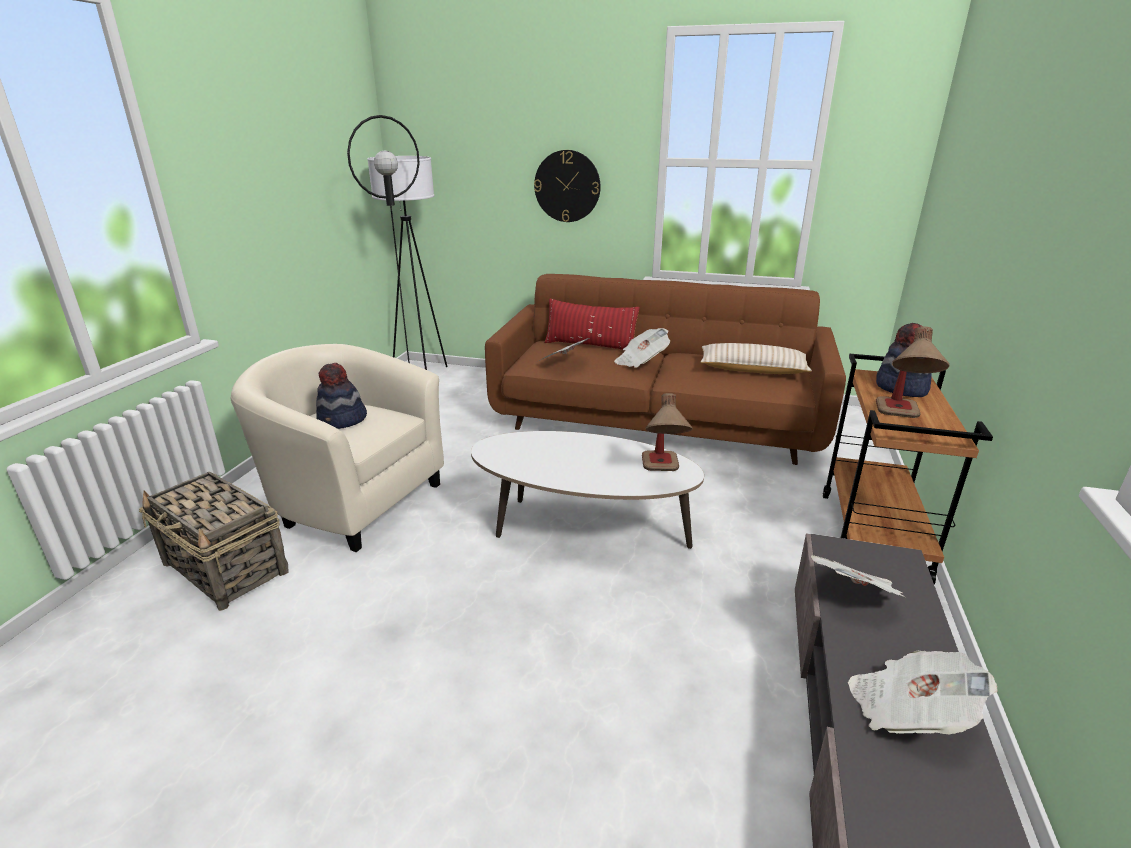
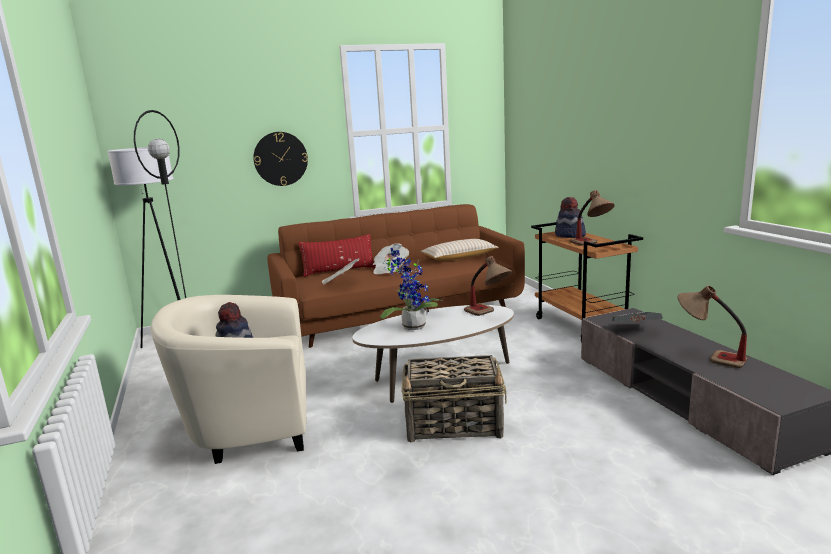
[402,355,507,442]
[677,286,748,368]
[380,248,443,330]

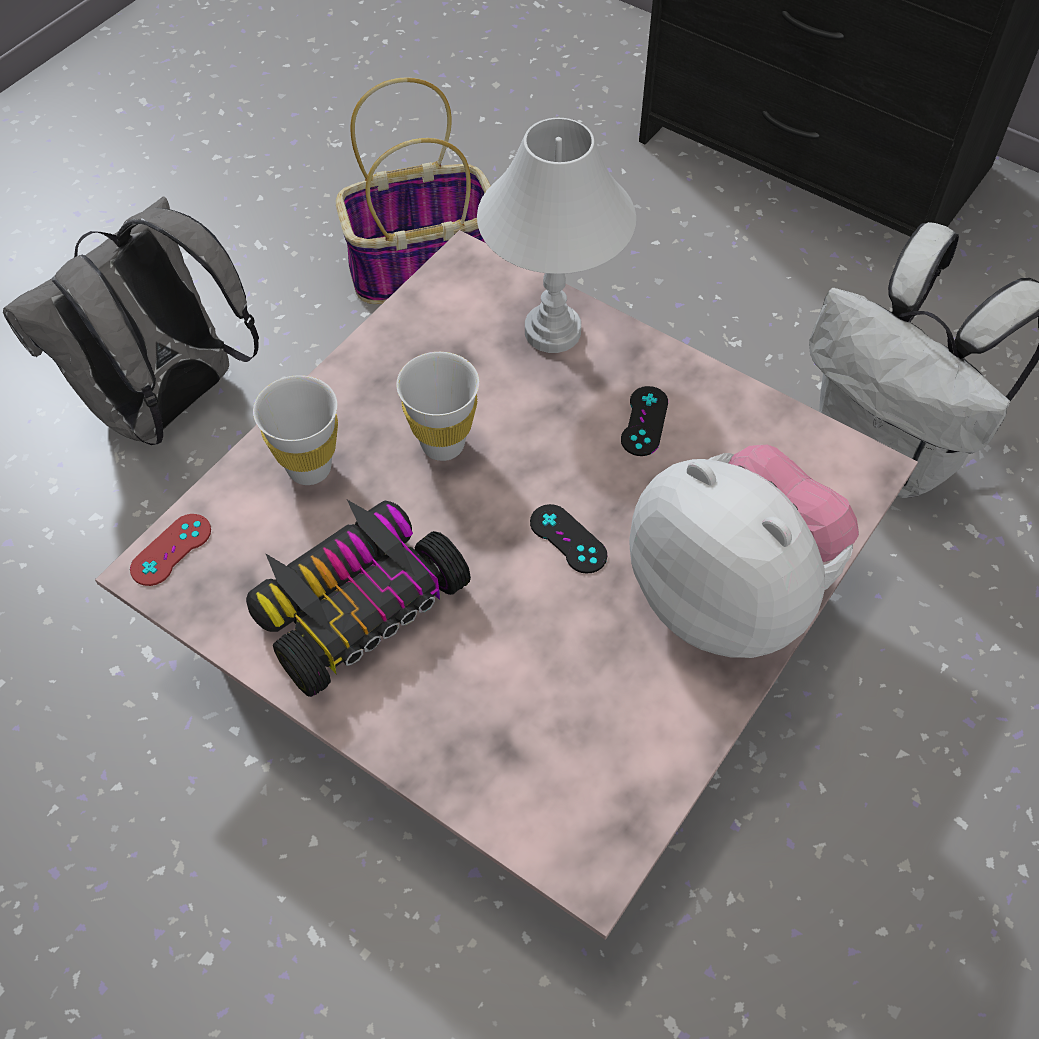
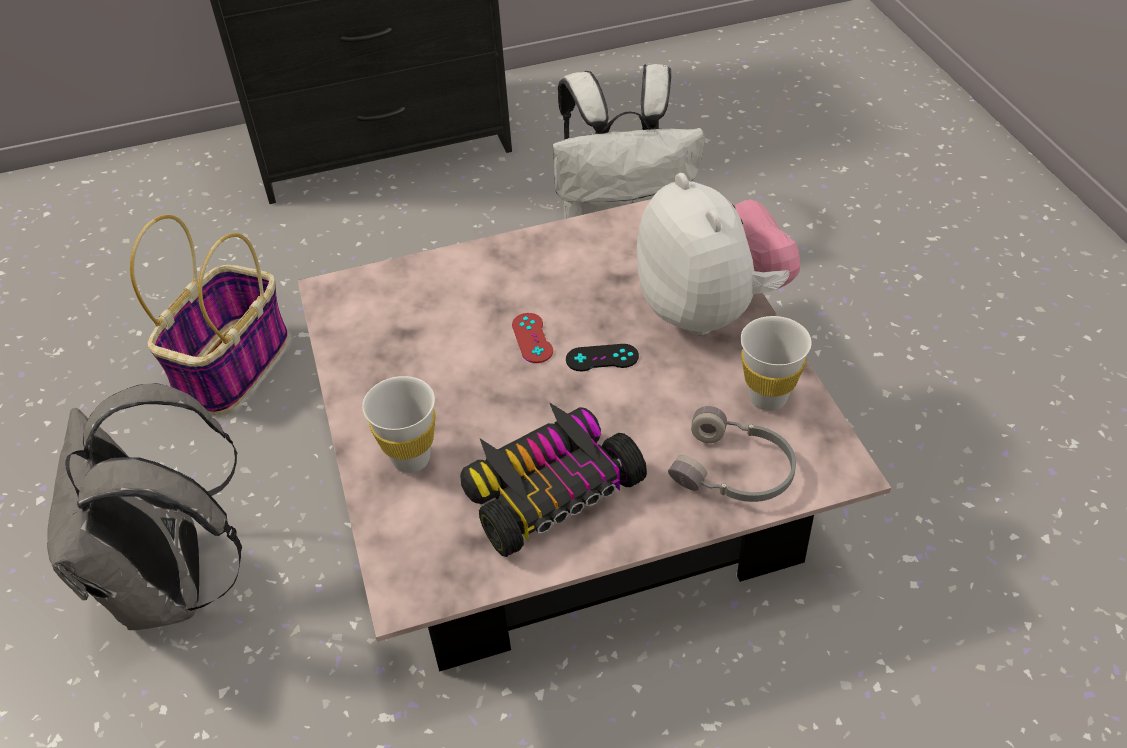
[477,118,636,353] (first image)
[740,316,812,411]
[621,386,668,456] (first image)
[637,173,800,335]
[460,402,647,557]
[512,313,553,363]
[668,406,796,502]

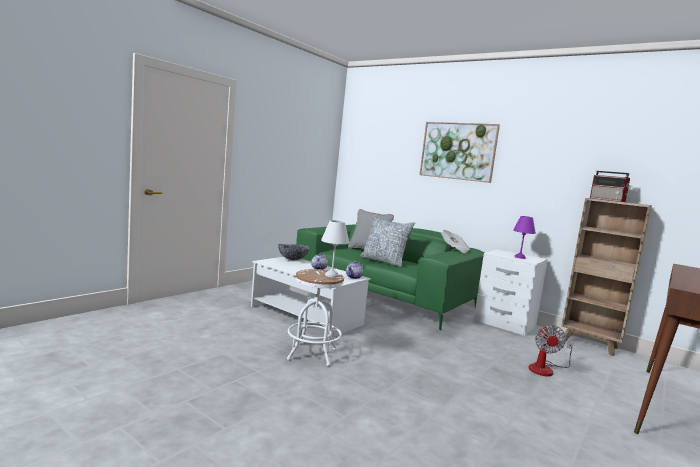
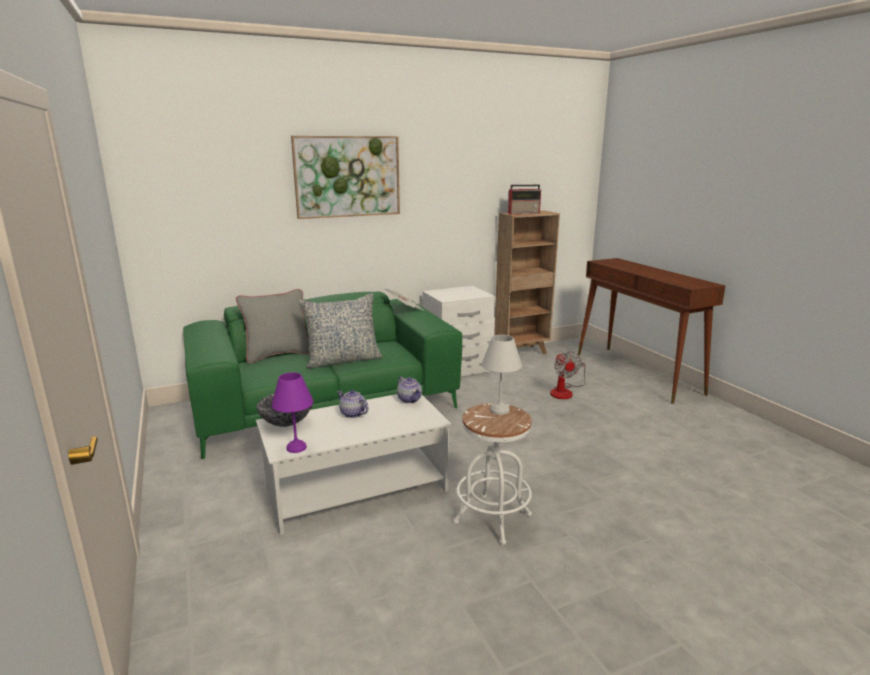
[272,372,313,453]
[550,351,586,399]

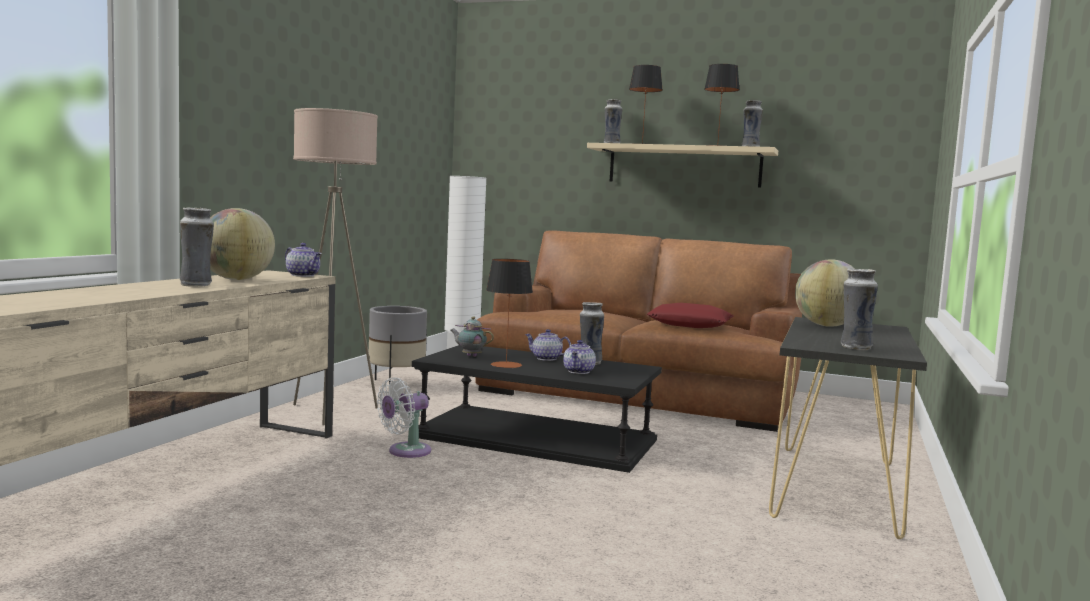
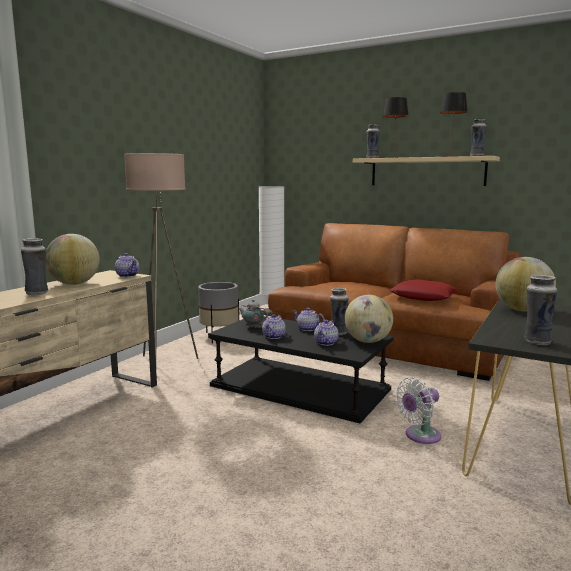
[262,314,286,339]
[395,377,441,444]
[345,295,393,343]

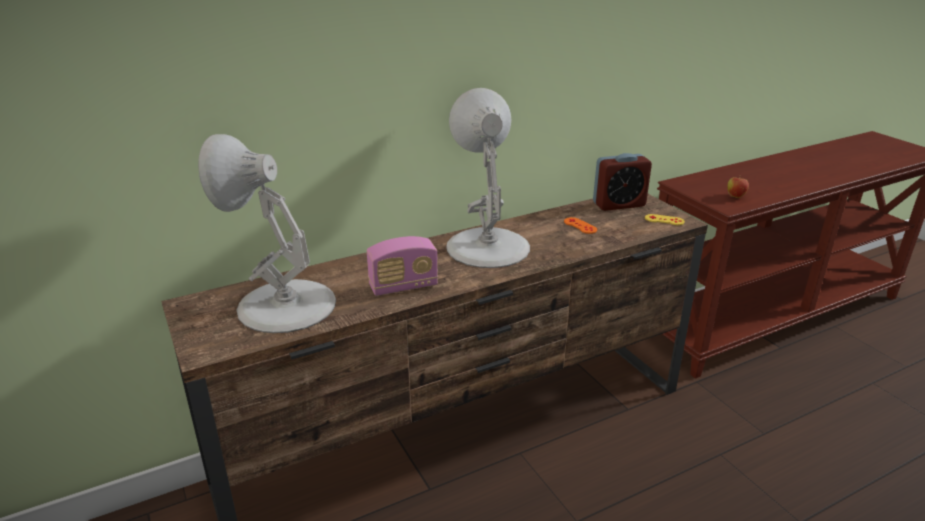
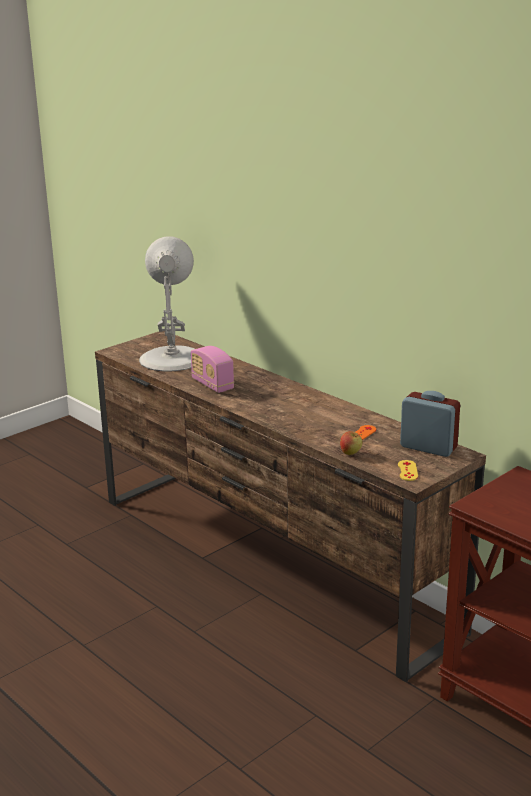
[446,88,530,268] (first image)
[400,391,460,457]
[340,431,362,455]

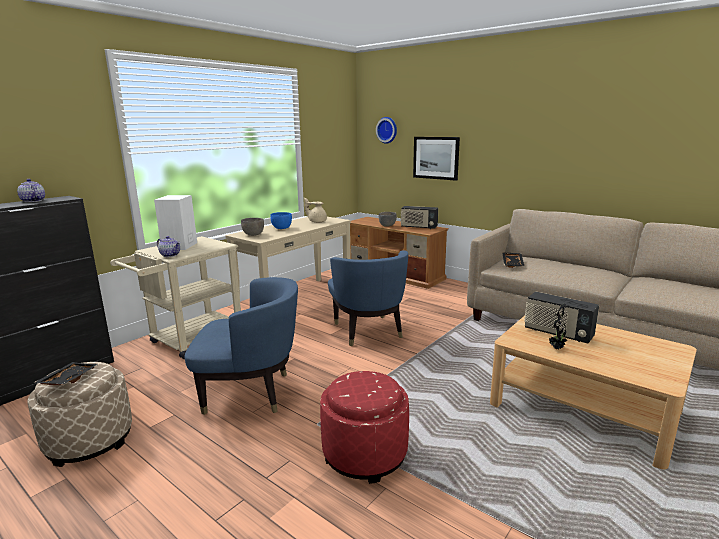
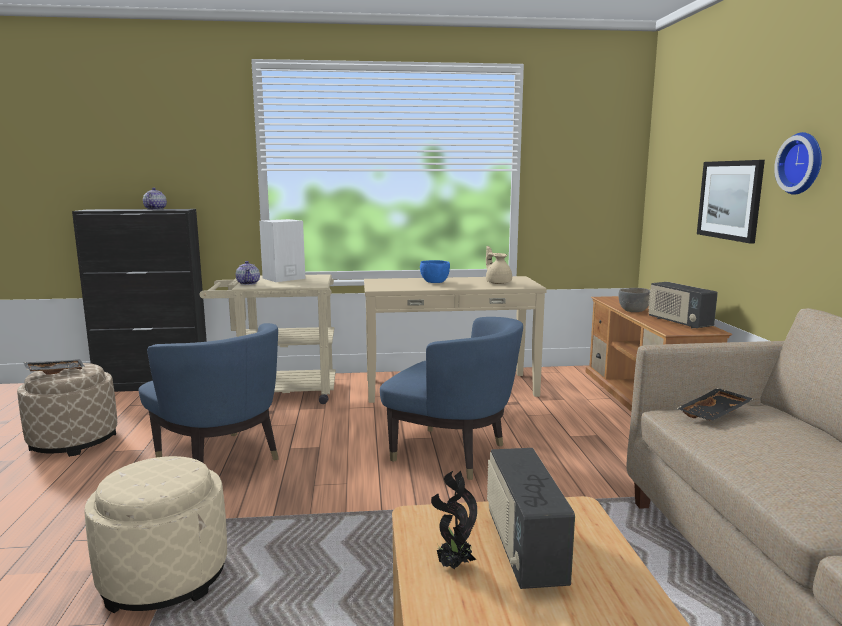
[774,132,822,195]
[241,218,264,236] (first image)
[380,317,523,480]
[84,456,227,613]

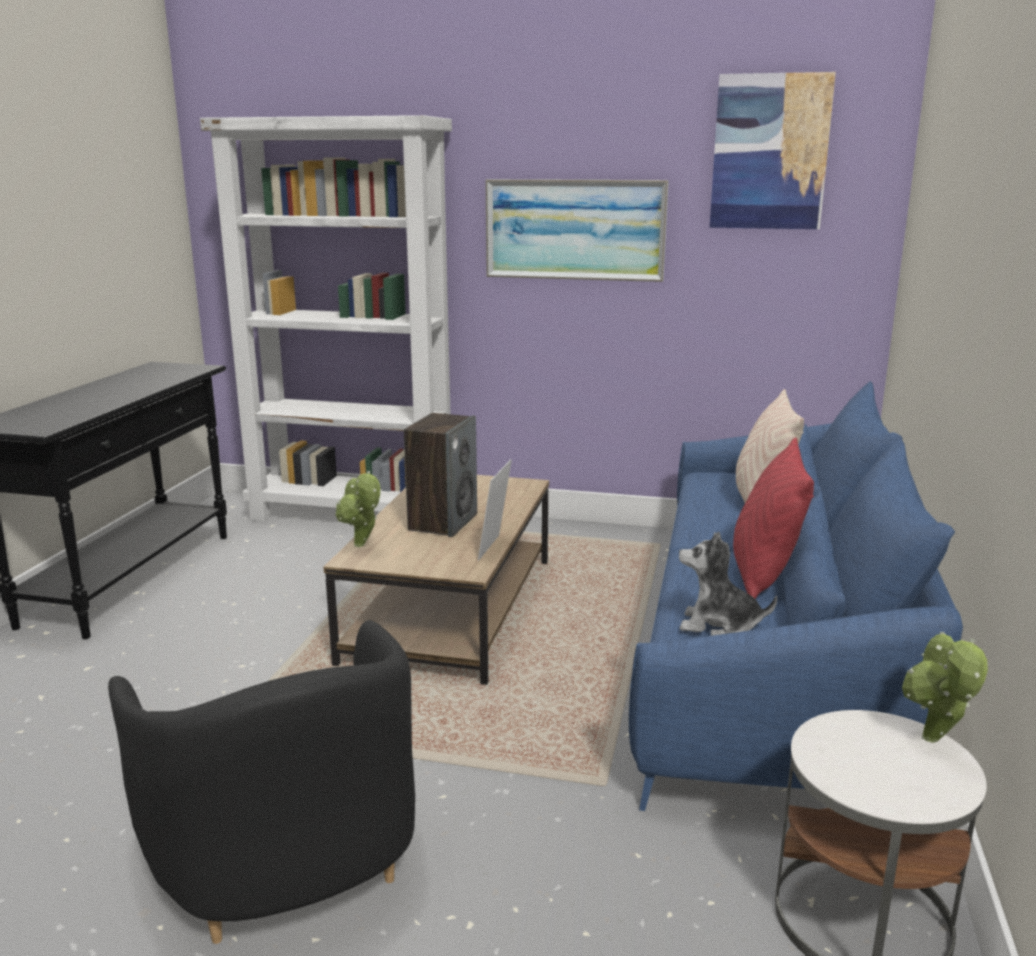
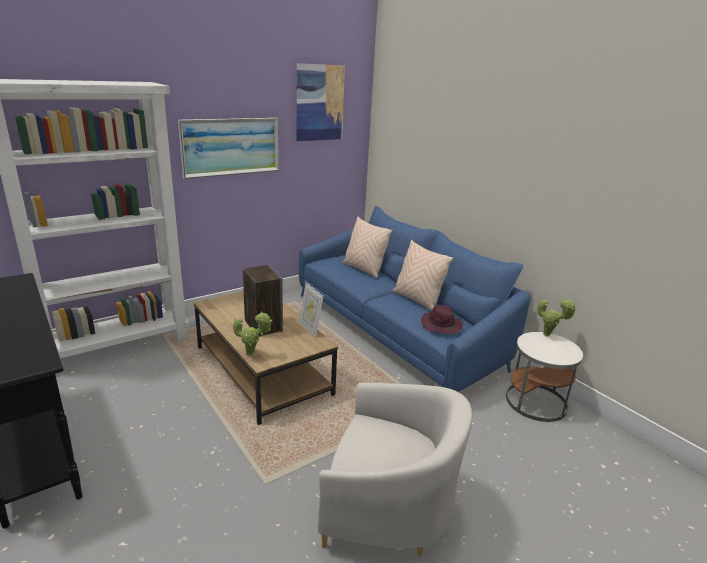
[393,240,453,311]
[421,305,463,334]
[318,383,473,556]

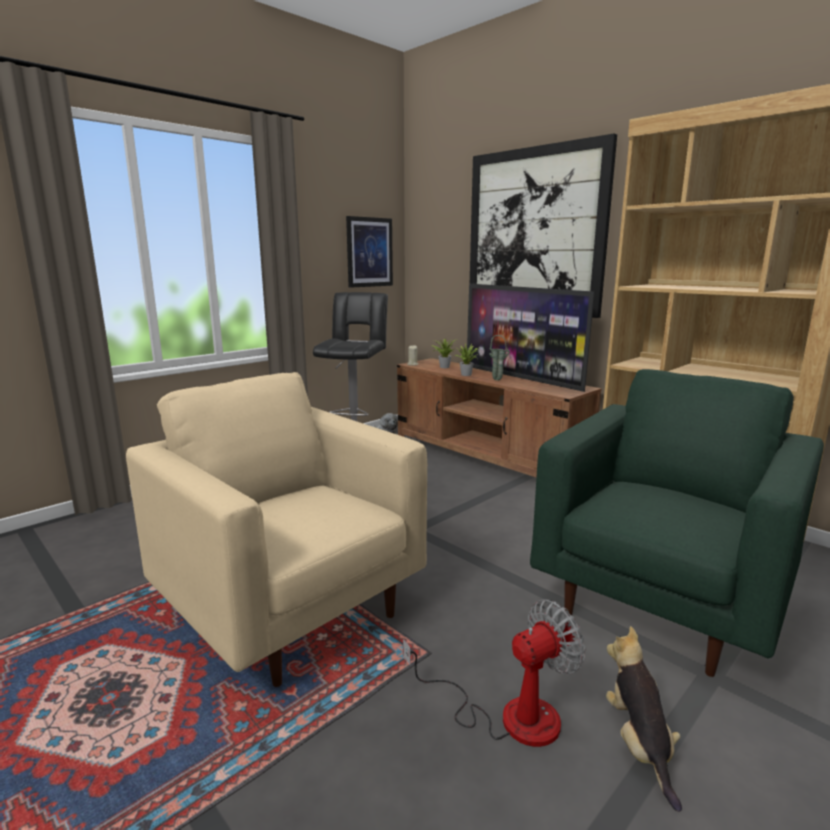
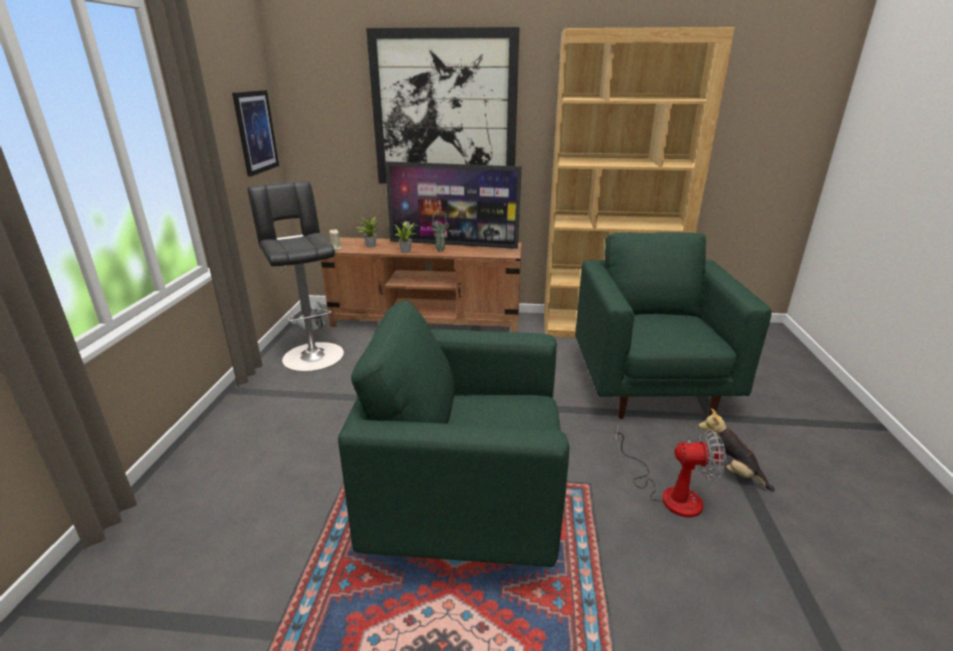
[338,301,569,567]
[615,425,726,518]

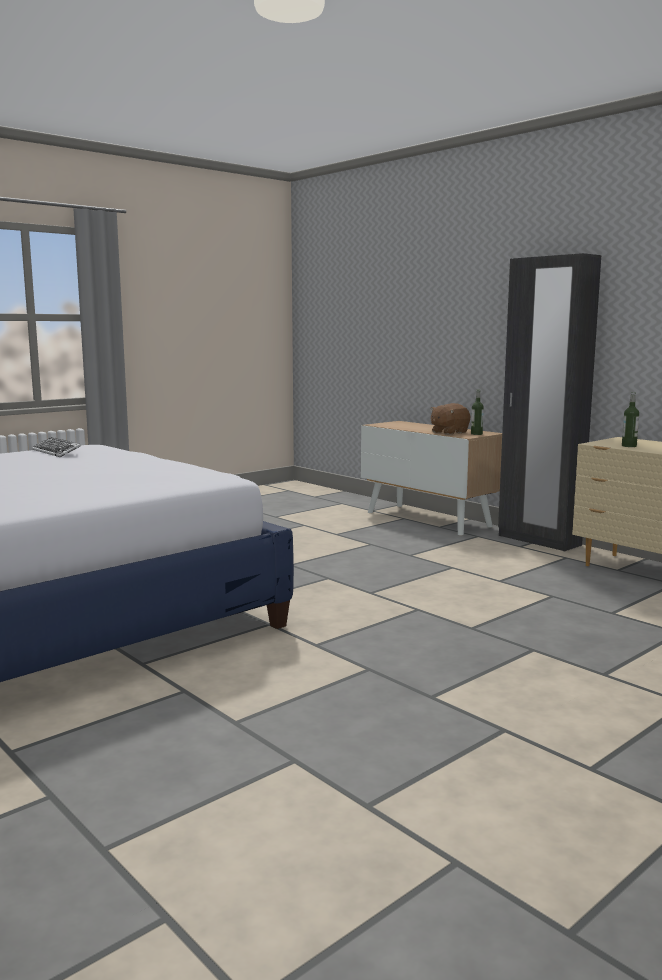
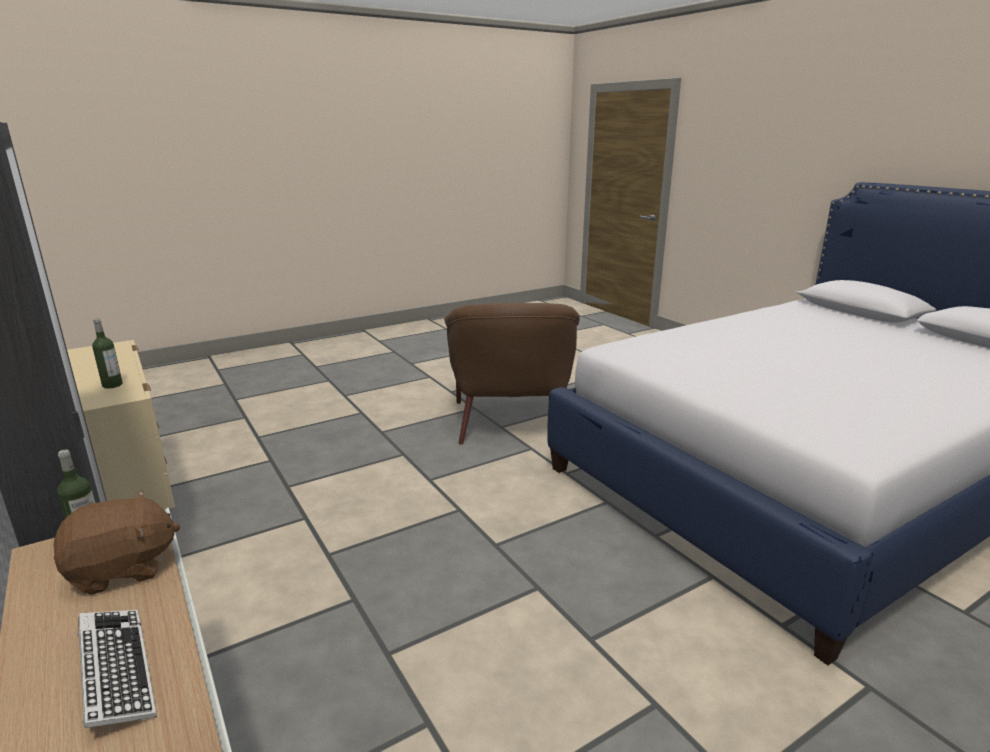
[78,610,157,728]
[444,303,580,445]

